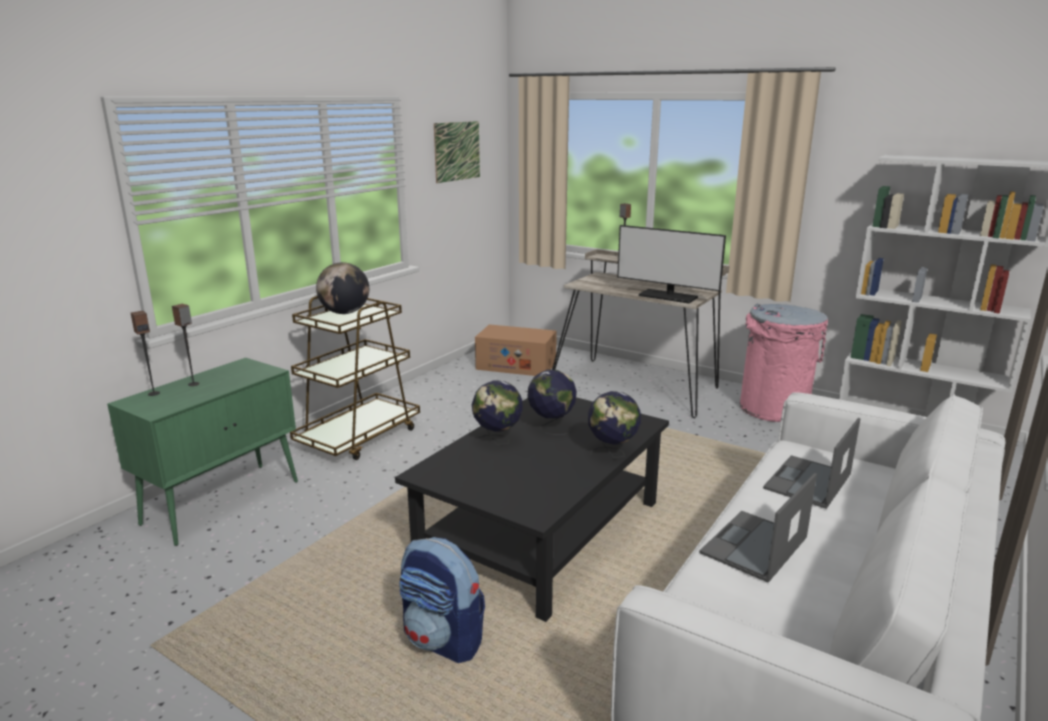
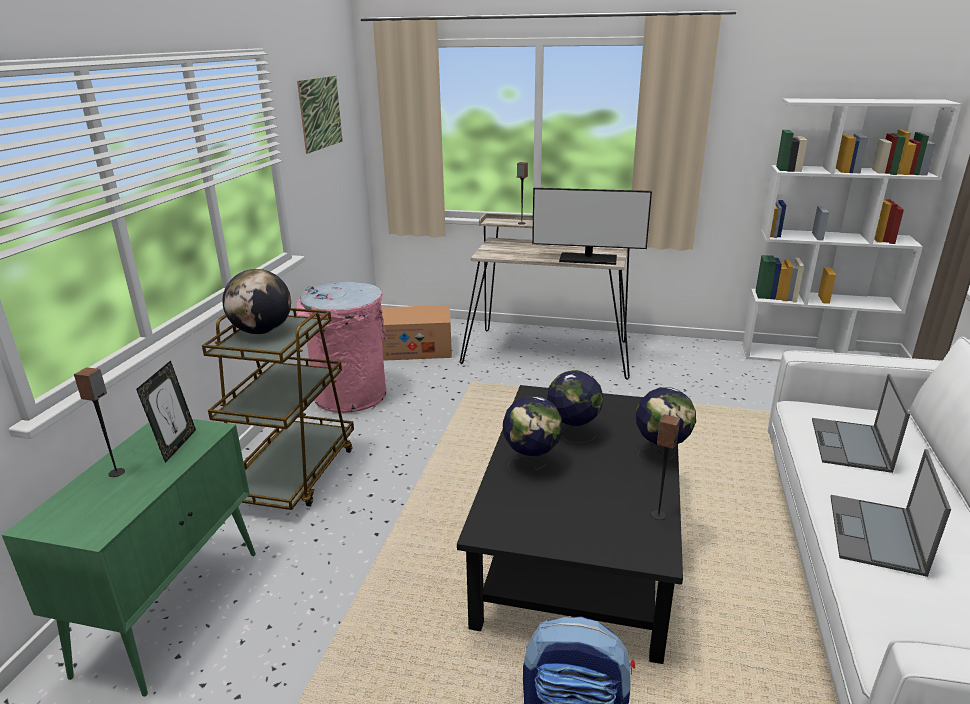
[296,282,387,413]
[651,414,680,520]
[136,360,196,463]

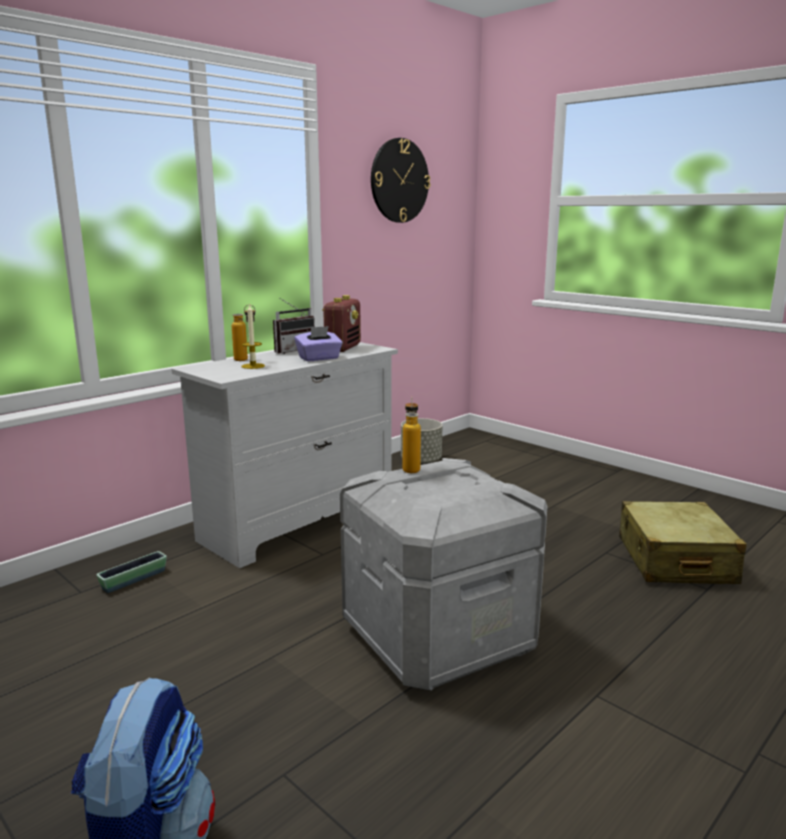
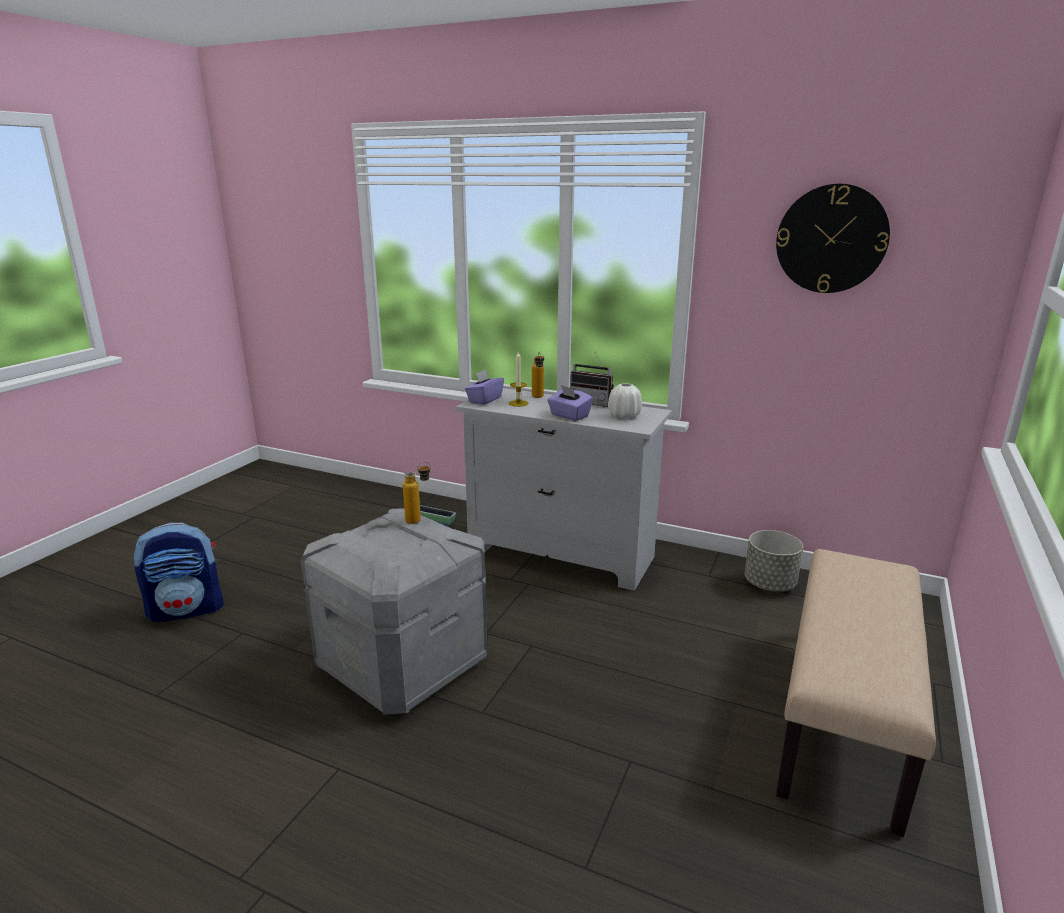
[608,383,642,419]
[619,501,747,584] (first image)
[465,369,504,405]
[776,549,936,837]

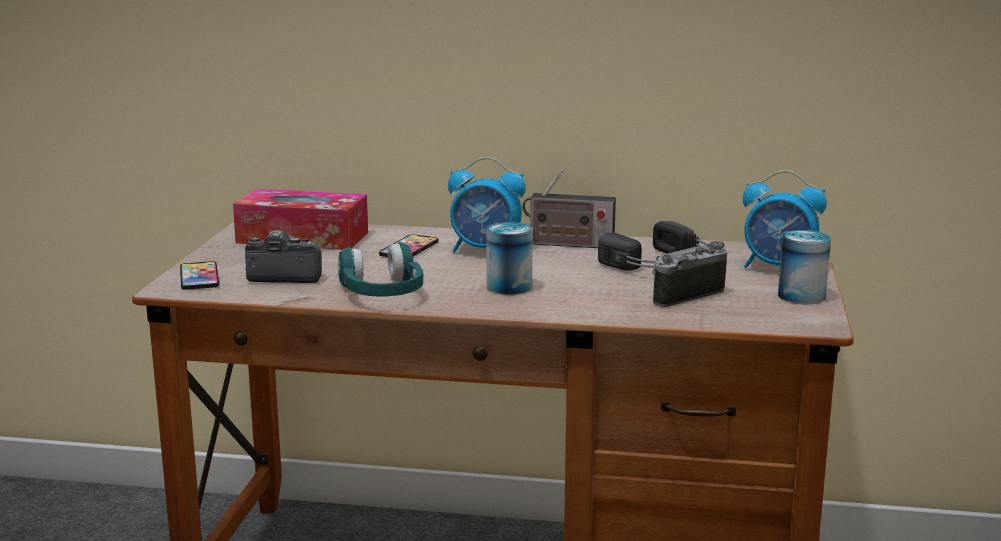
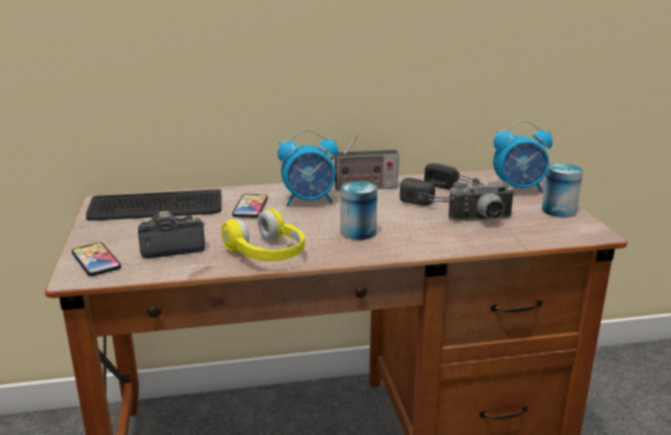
[86,189,222,221]
[448,181,515,221]
[221,208,305,261]

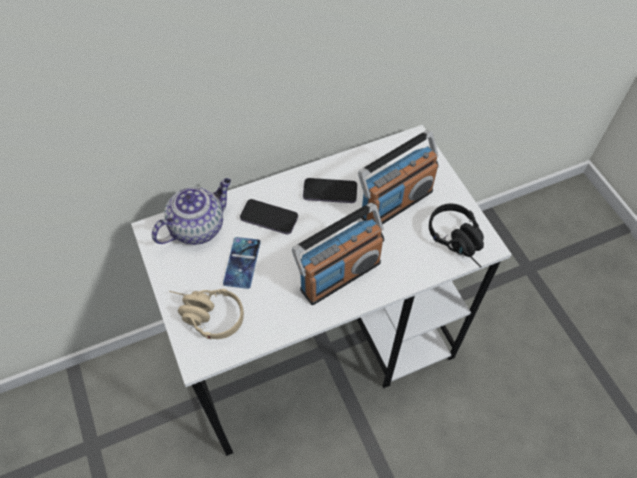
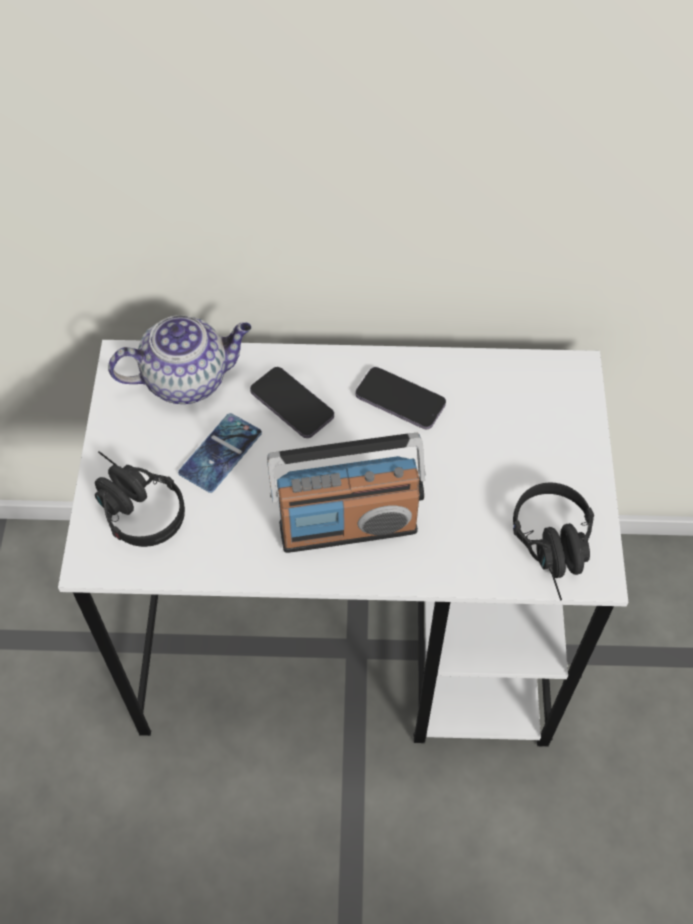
[358,130,438,224] (first image)
[95,451,185,547]

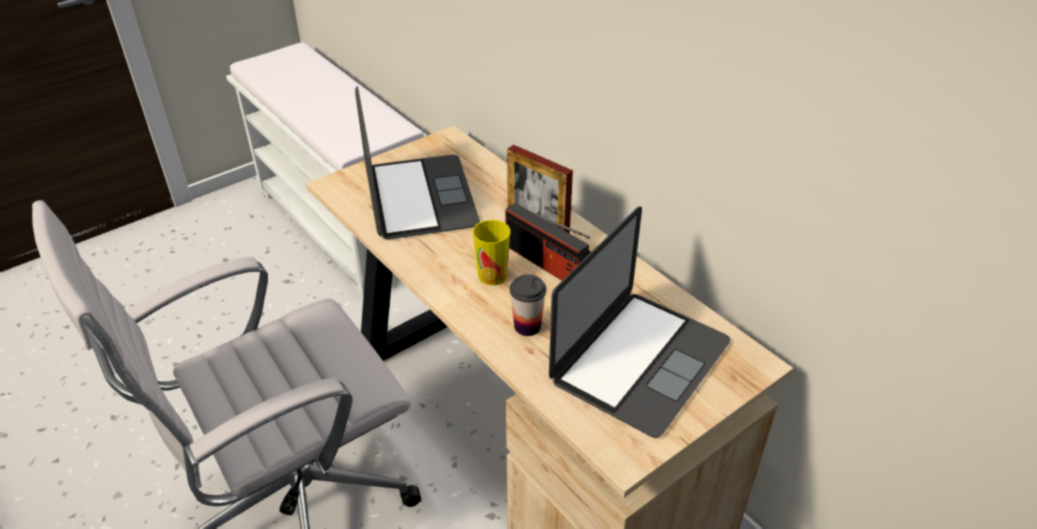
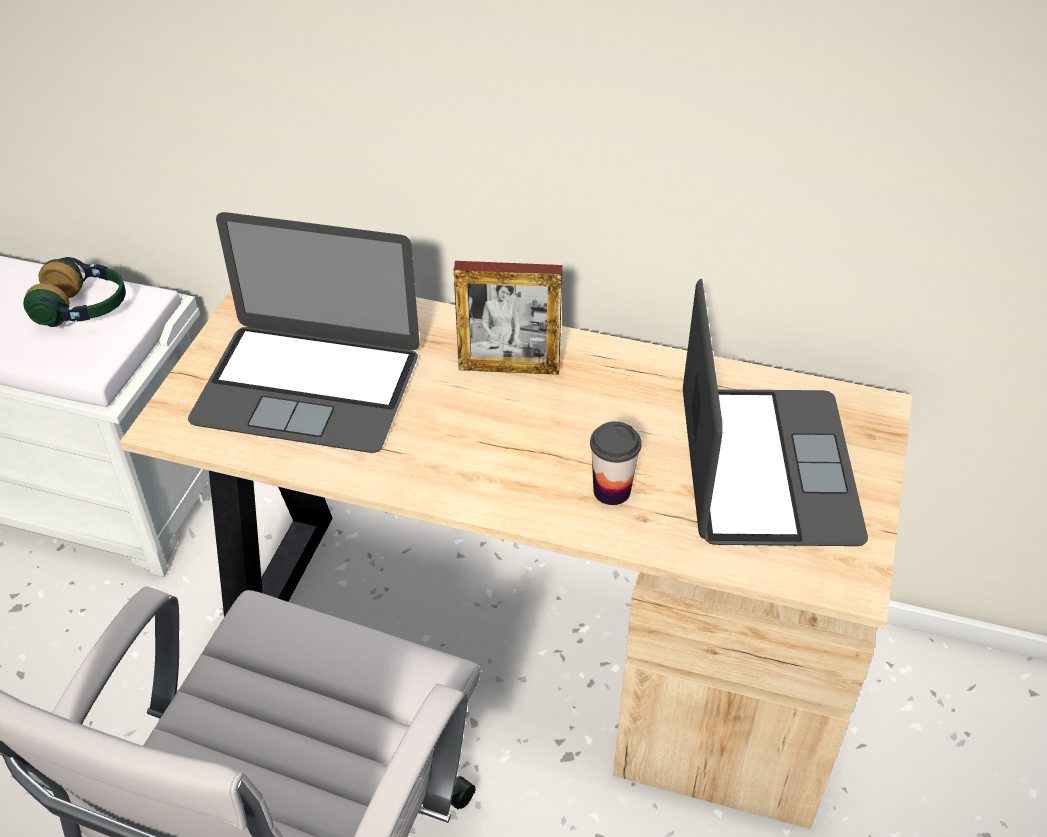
[188,212,420,453]
[505,203,591,281] (first image)
[473,220,510,285] (first image)
[23,257,126,327]

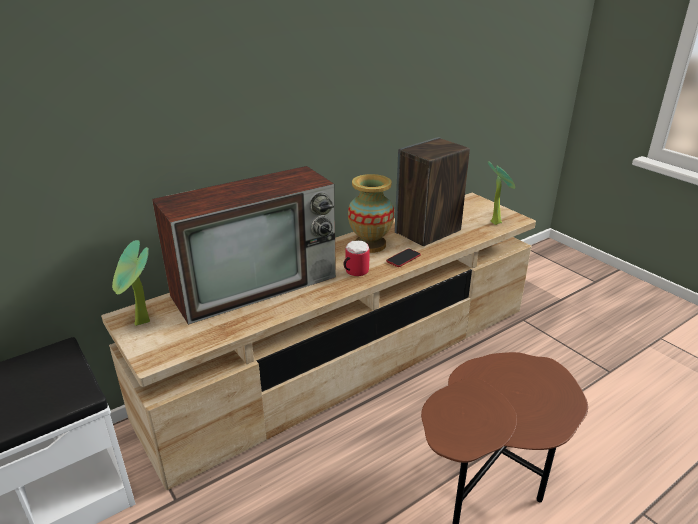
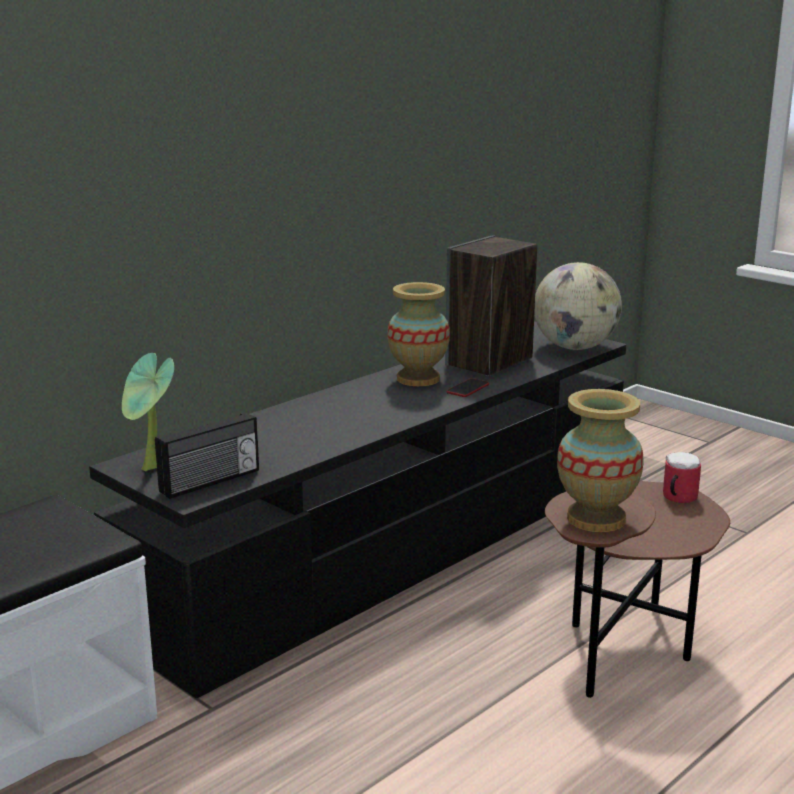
[534,262,622,350]
[152,166,336,325] (first image)
[89,321,626,698]
[663,452,701,503]
[557,389,644,532]
[155,412,259,499]

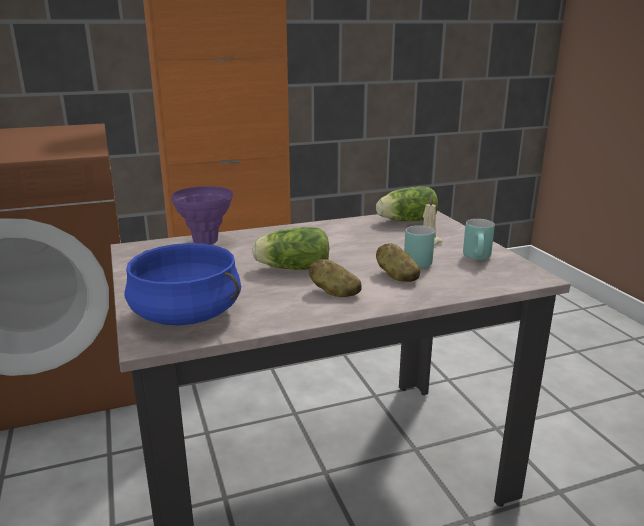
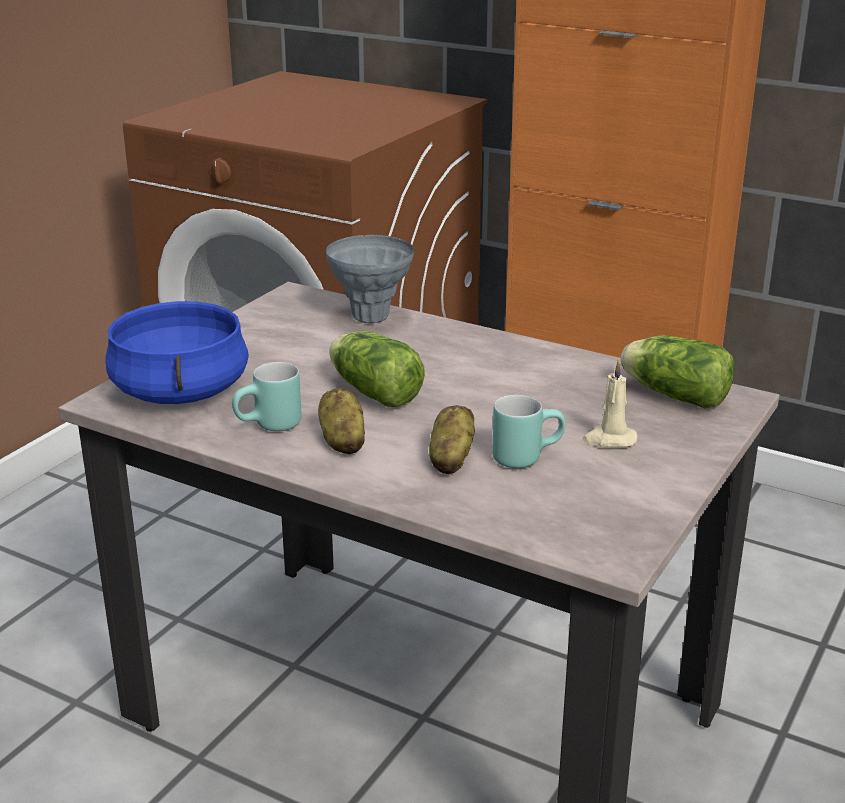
[326,235,414,323]
[232,362,302,431]

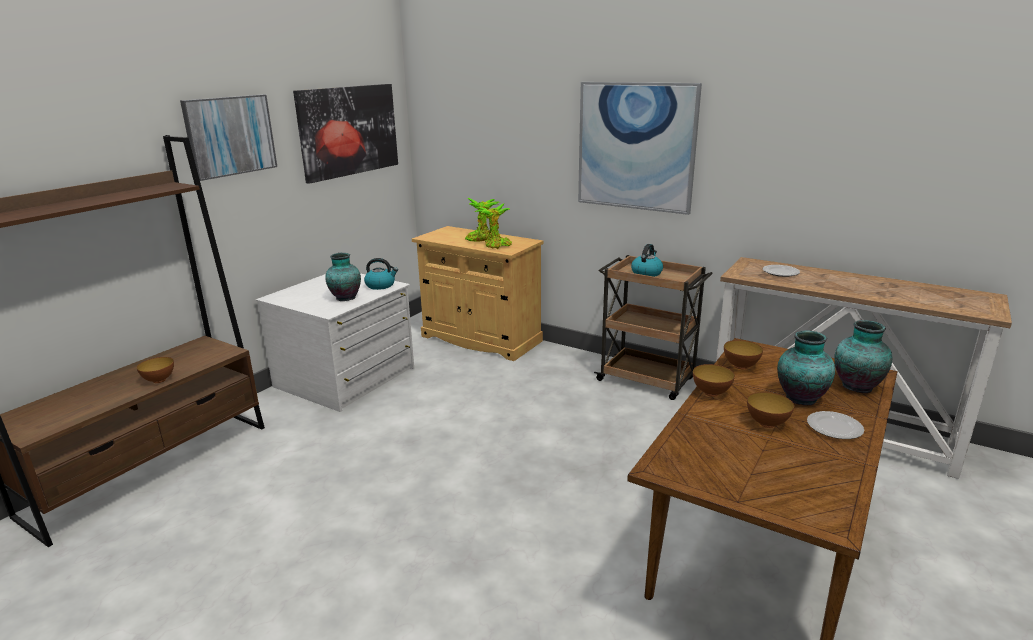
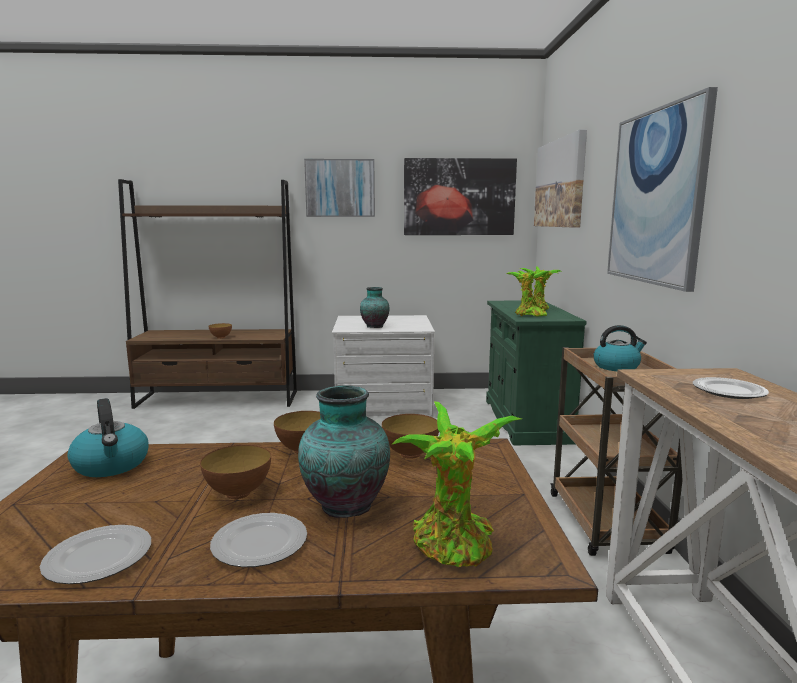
[486,301,587,445]
[67,398,148,477]
[393,402,522,567]
[534,130,587,228]
[40,525,151,584]

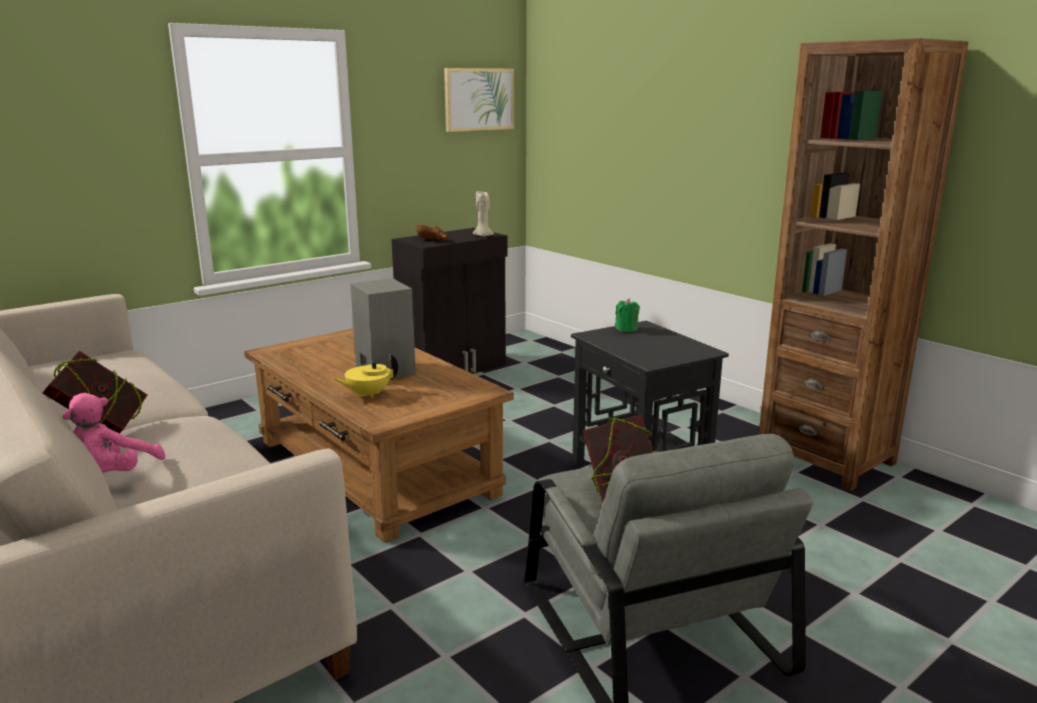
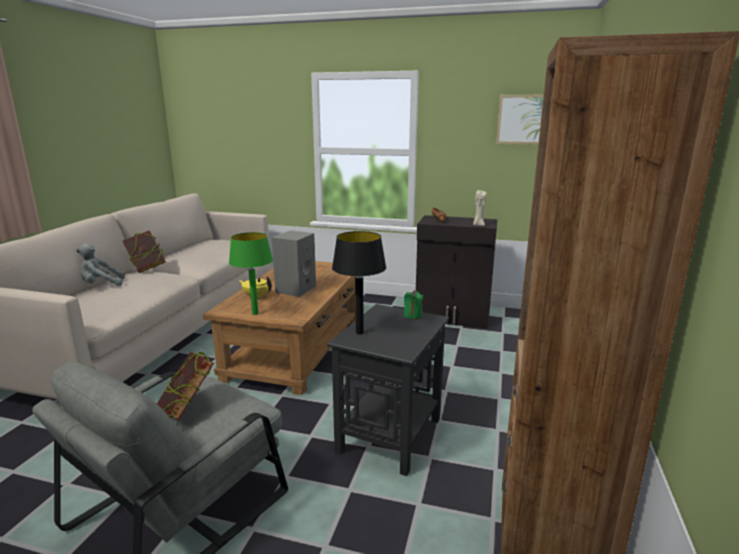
[76,244,125,286]
[332,231,386,334]
[229,232,273,315]

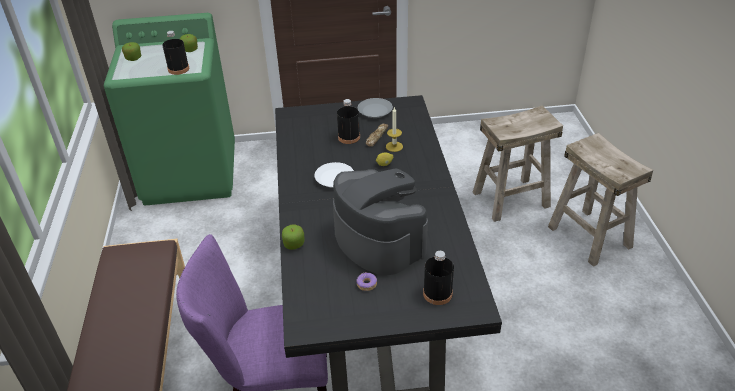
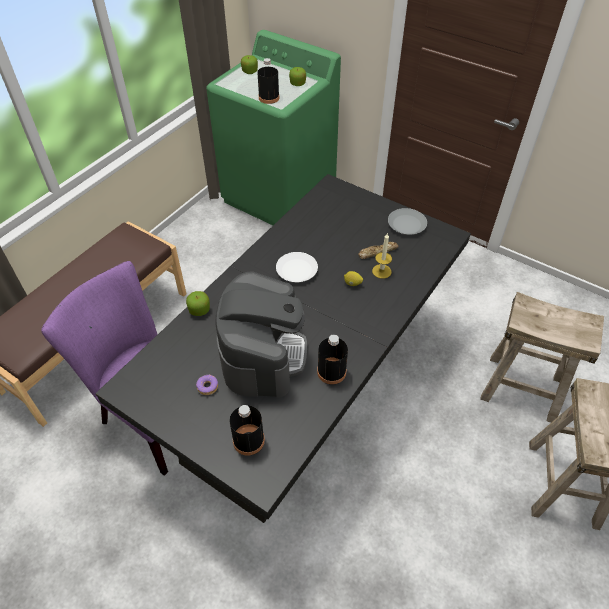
[317,334,348,385]

